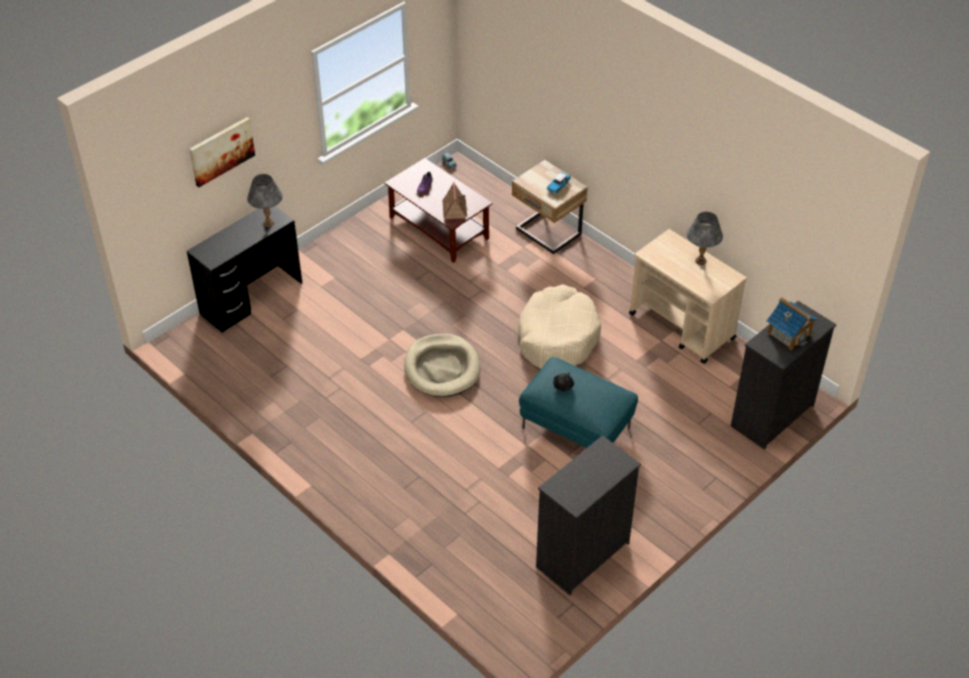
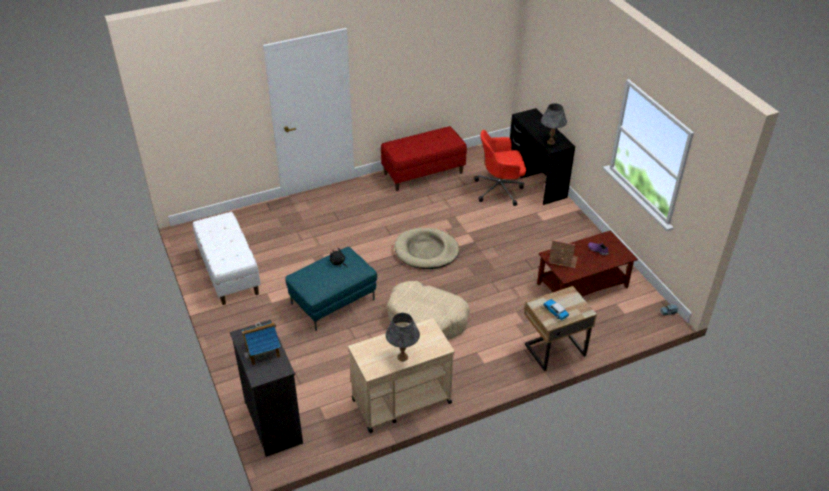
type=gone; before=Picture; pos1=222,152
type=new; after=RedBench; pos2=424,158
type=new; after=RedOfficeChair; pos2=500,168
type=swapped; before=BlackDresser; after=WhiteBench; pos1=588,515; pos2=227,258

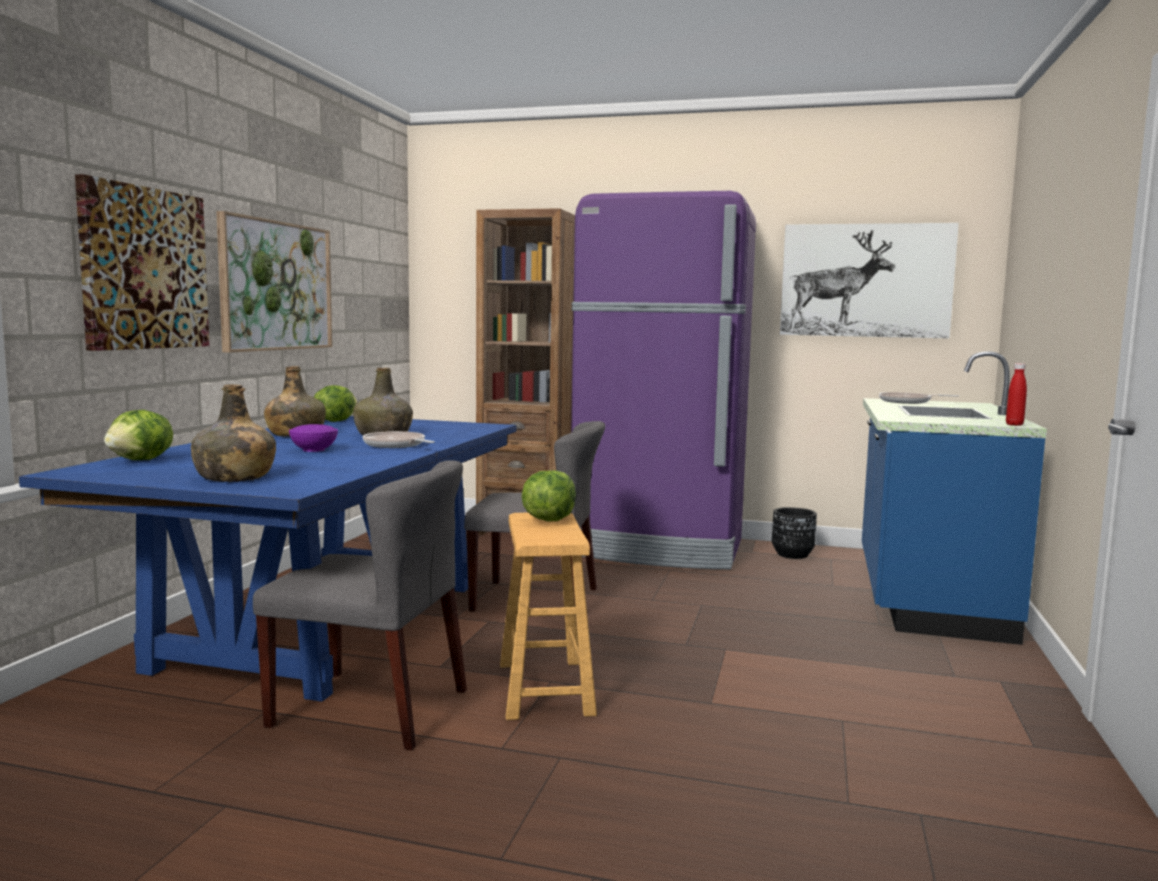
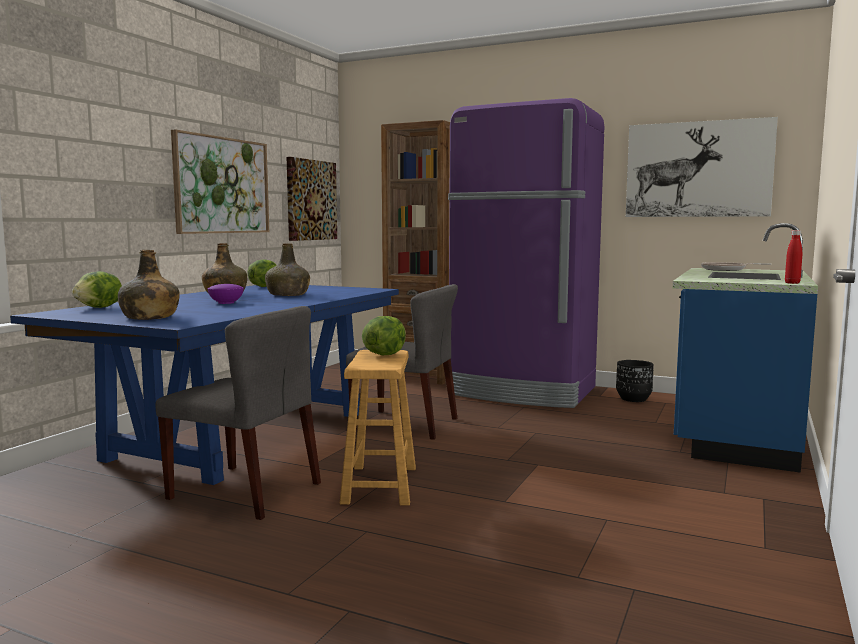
type=gone; before=FryingPan; pos1=399,439
type=shifted; before=Picture; pos1=142,262; pos2=312,199

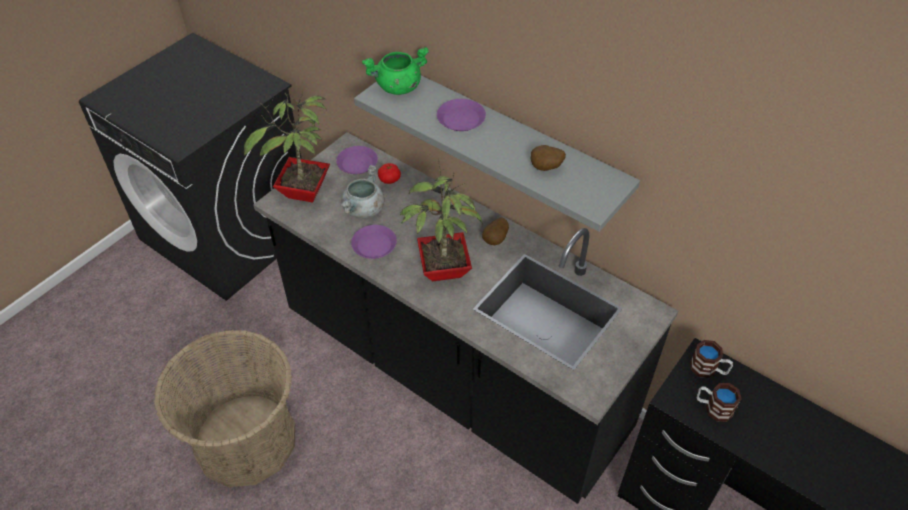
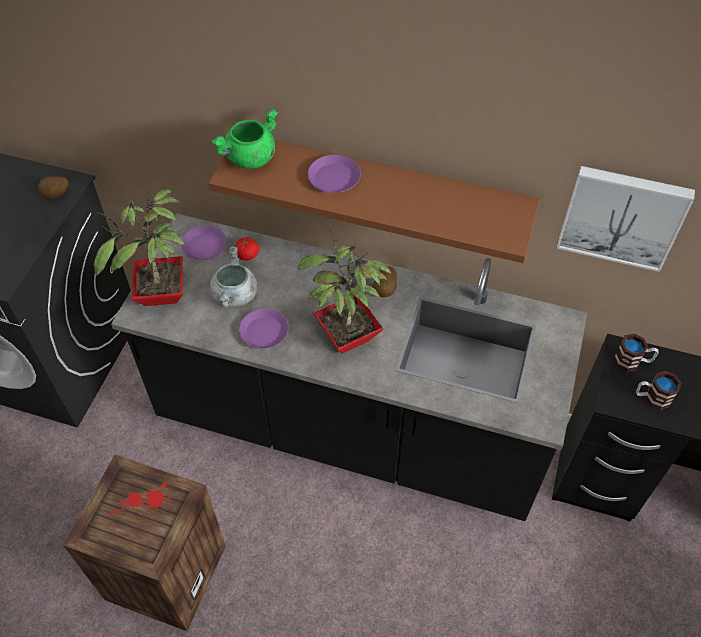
type=new; after=Picture; pos2=626,219
type=shifted; before=Potato; pos1=548,158; pos2=53,187
type=swapped; before=Basket; after=Crate; pos1=224,408; pos2=144,543
type=repainted; before=GreyShelf; after=BrownShelf; pos1=497,153; pos2=374,201

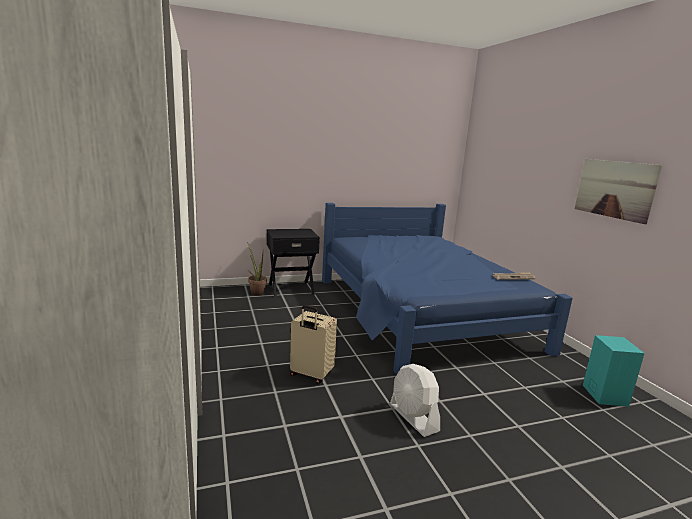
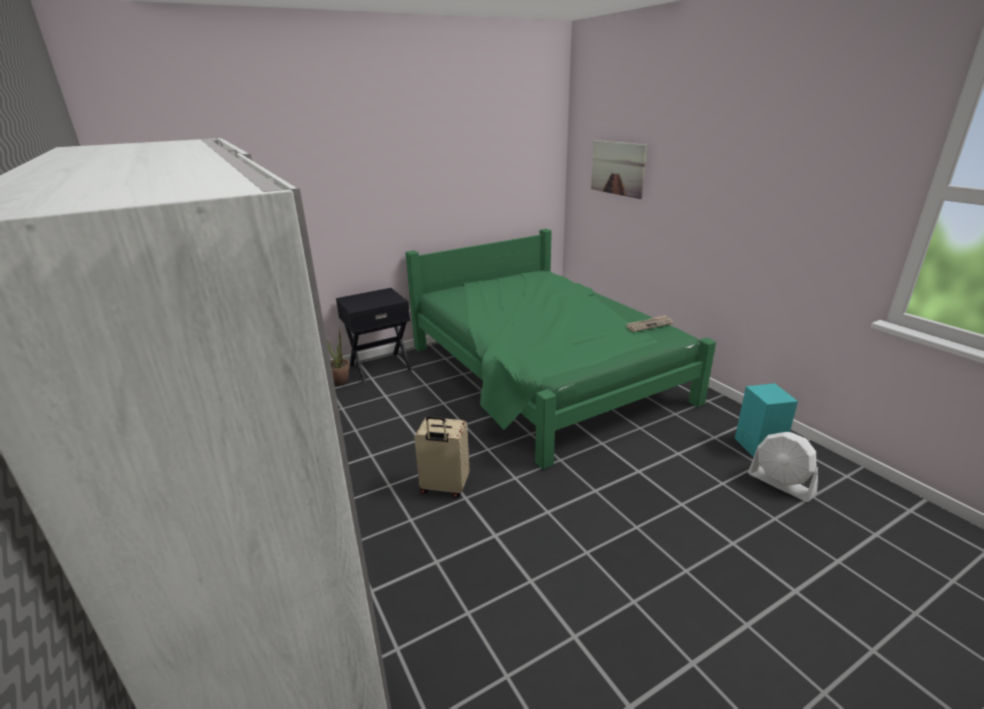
type=shifted; before=WhiteFan; pos1=415,400; pos2=783,467
type=shifted; before=Picture; pos1=618,191; pos2=619,169
type=repainted; before=BlueBed; after=GreenBed; pos1=447,289; pos2=560,349

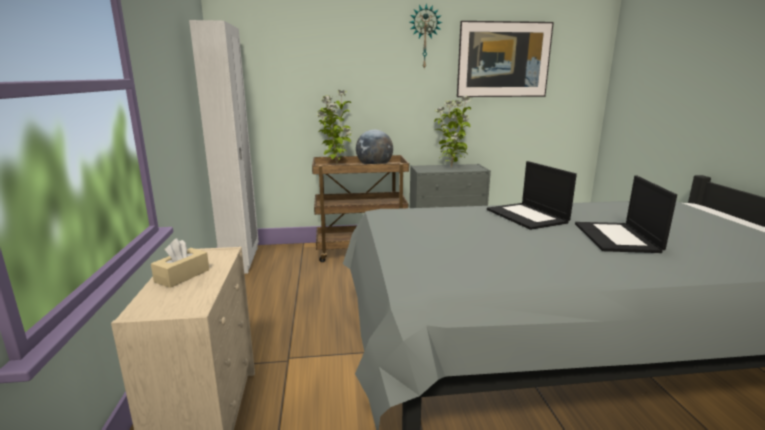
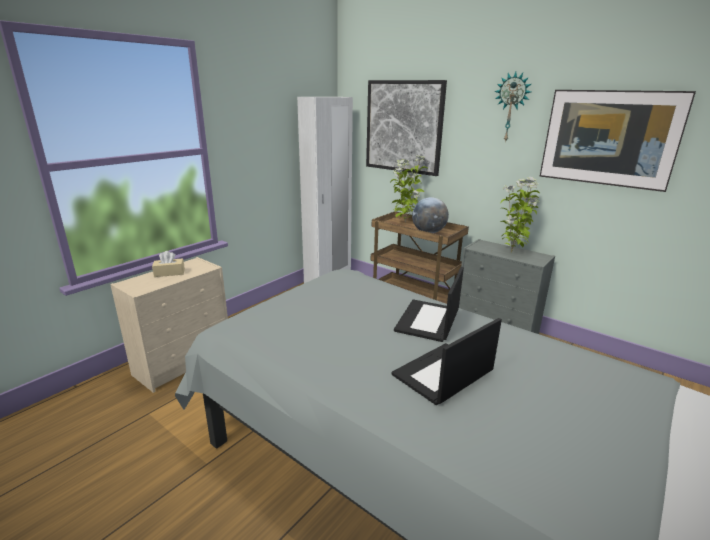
type=new; after=Picture; pos2=406,128

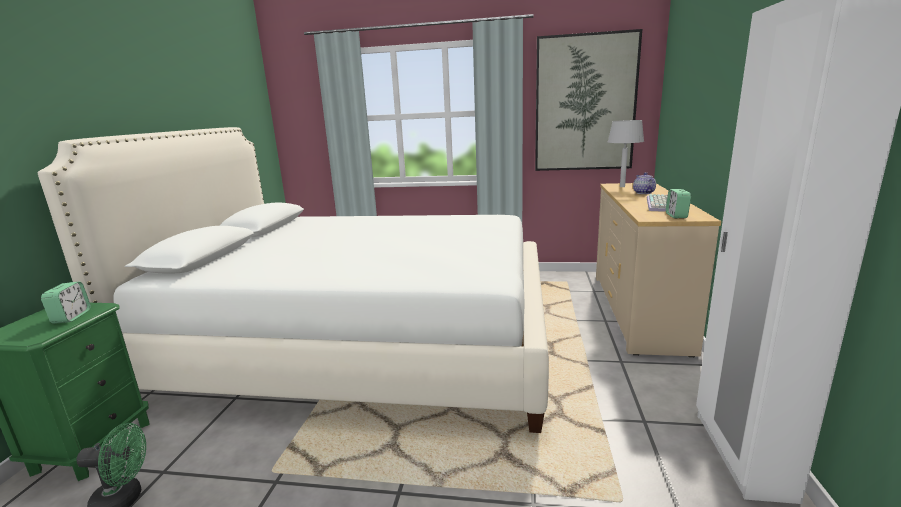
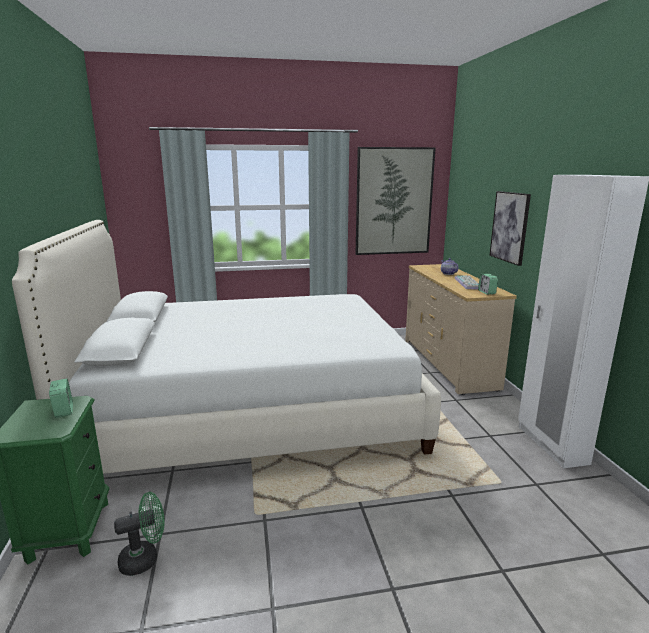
type=gone; before=GreyTableLamp; pos1=626,153
type=new; after=Picture; pos2=510,228

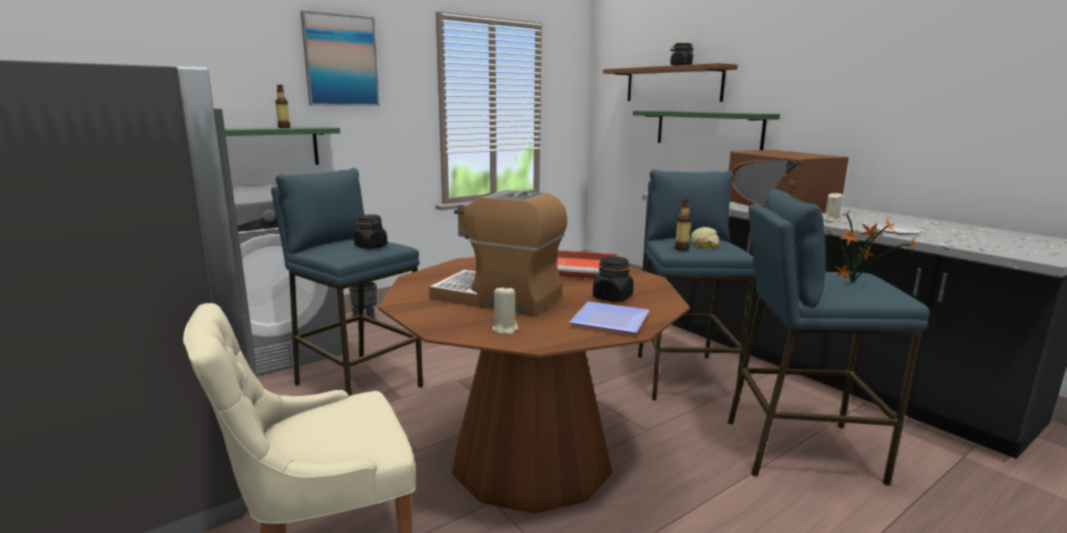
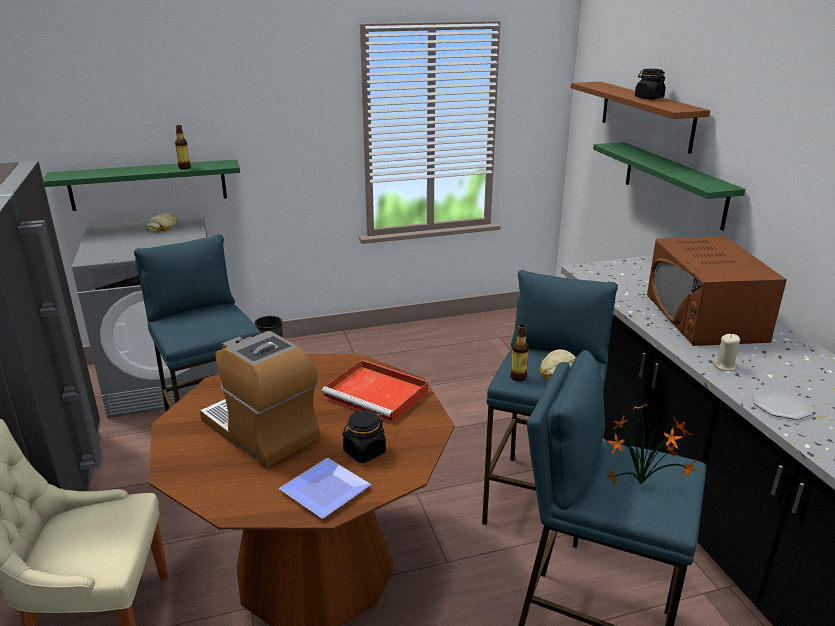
type=gone; before=Picture; pos1=340,58
type=gone; before=BlackJar; pos1=371,231
type=gone; before=BeigeCandle; pos1=505,310
type=new; after=Bread; pos2=161,222

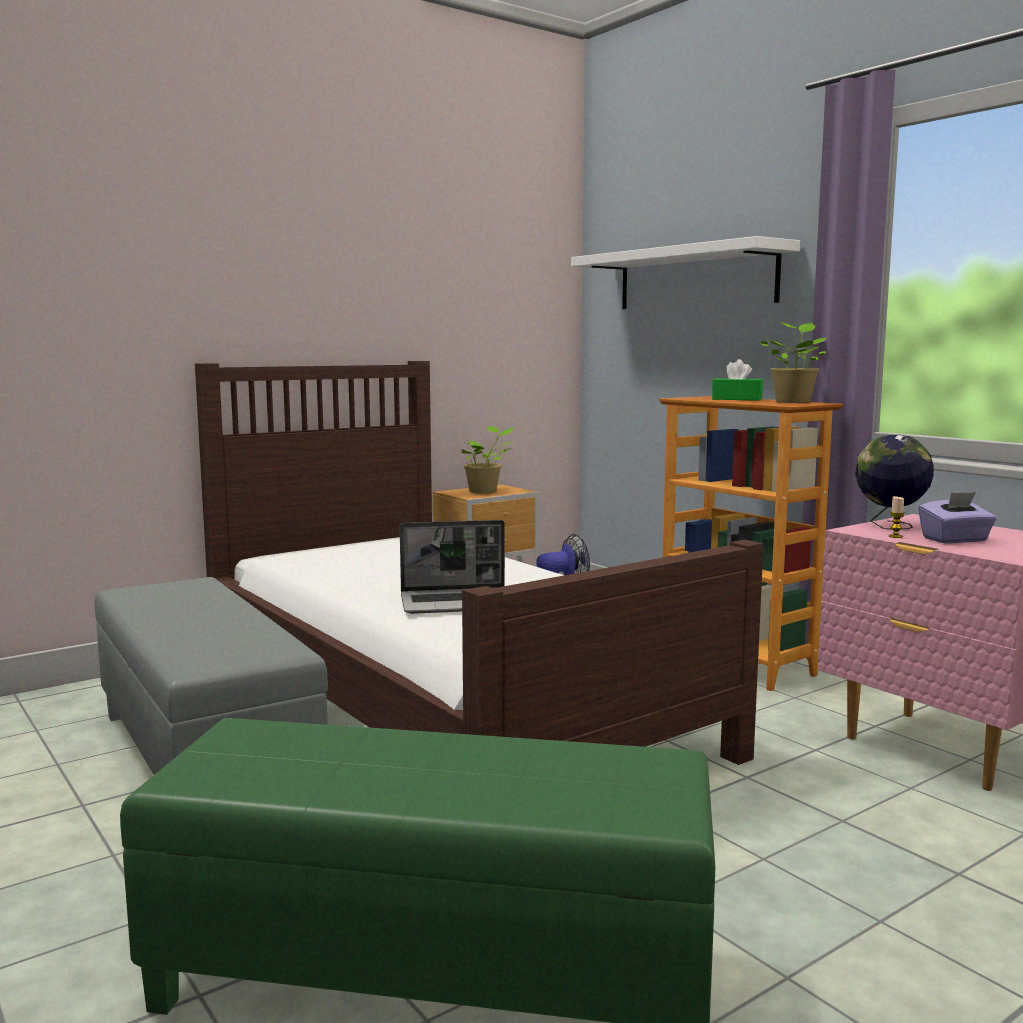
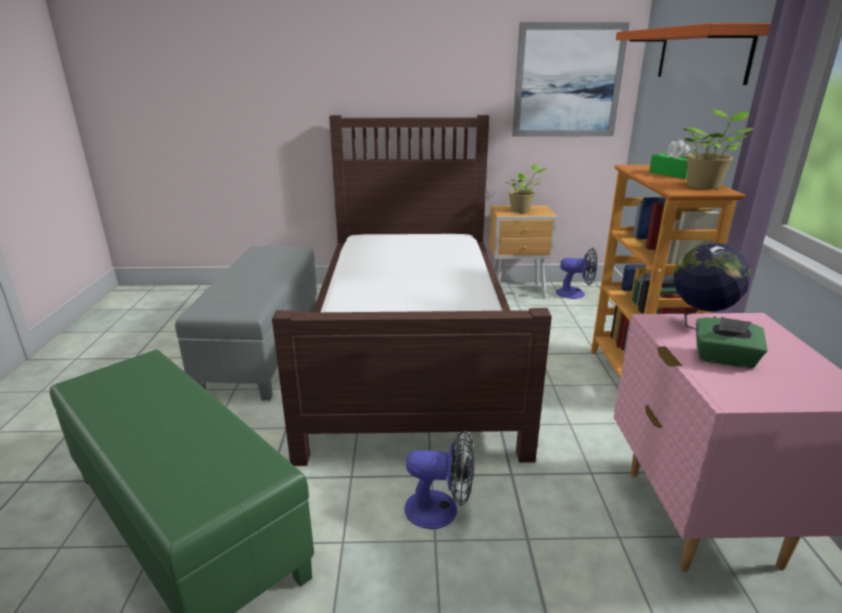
type=gone; before=Laptop; pos1=452,567
type=gone; before=Candle; pos1=896,517
type=new; after=Fan; pos2=439,479
type=new; after=Picture; pos2=571,79
type=repainted; before=WhiteShelf; after=OrangeShelf; pos1=685,272; pos2=693,54
type=repainted; before=PurpleTissueBox; after=GreenTissueBox; pos1=957,518; pos2=731,342

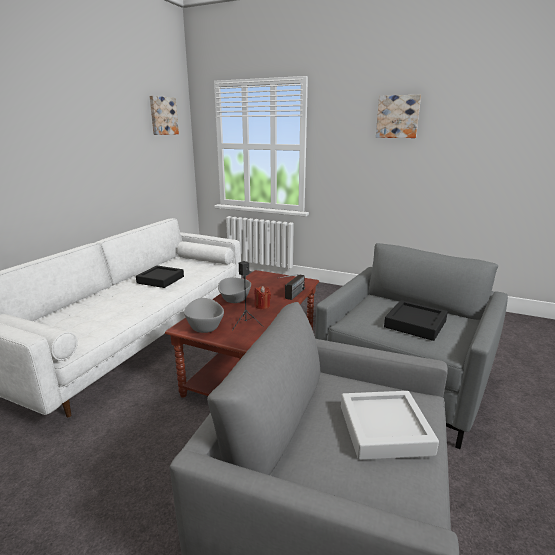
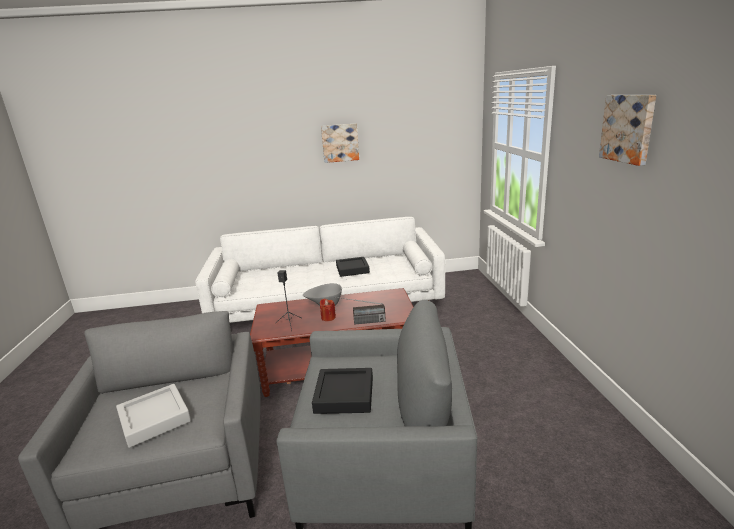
type=gone; before=GreyBowl; pos1=204,315
type=shifted; before=Picture; pos1=164,115; pos2=340,143

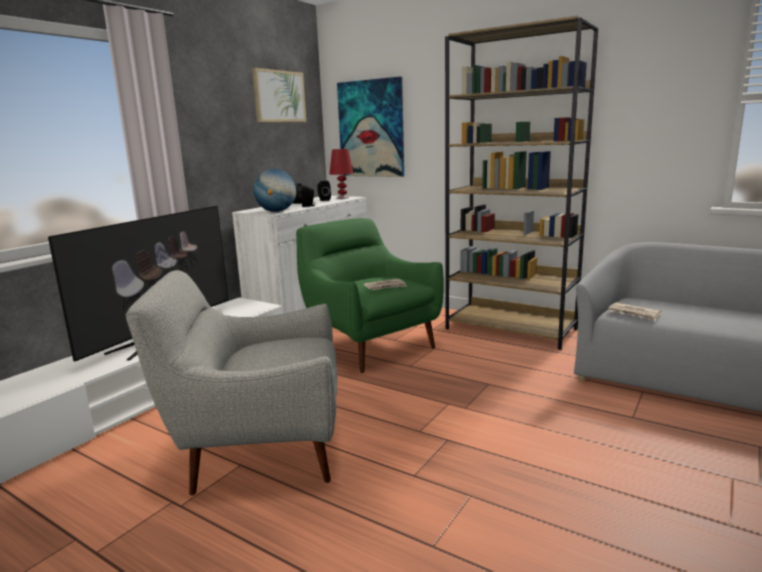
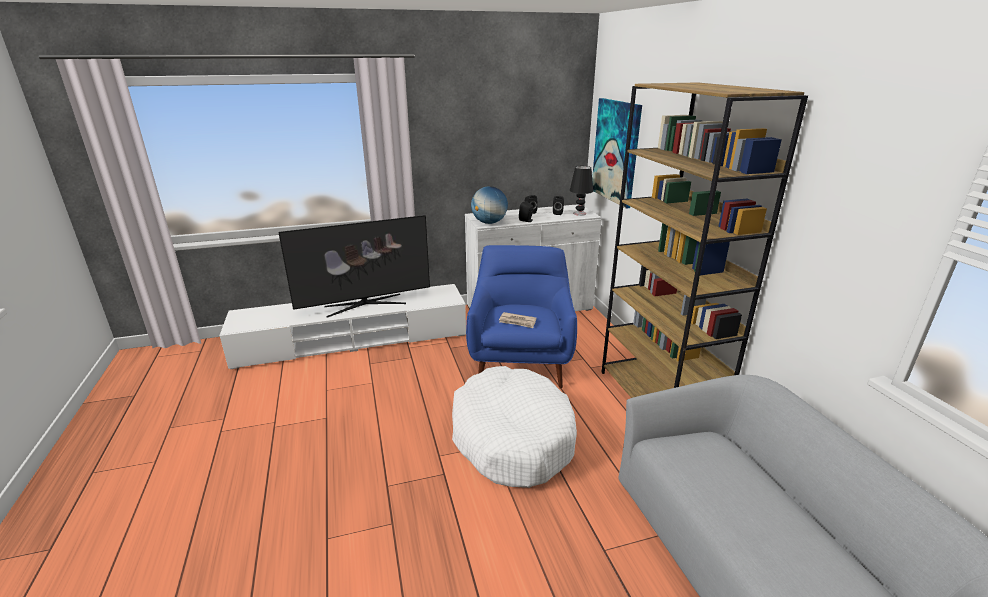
type=gone; before=GreyArmchair; pos1=231,383
type=gone; before=Picture; pos1=279,95
type=gone; before=Newspaper; pos1=634,311
type=new; after=WhiteDogBed; pos2=514,427
type=repainted; before=GreenArmchair; after=BlueArmchair; pos1=370,295; pos2=521,316
type=repainted; before=RedTableLamp; after=BlackTableLamp; pos1=341,174; pos2=581,191

